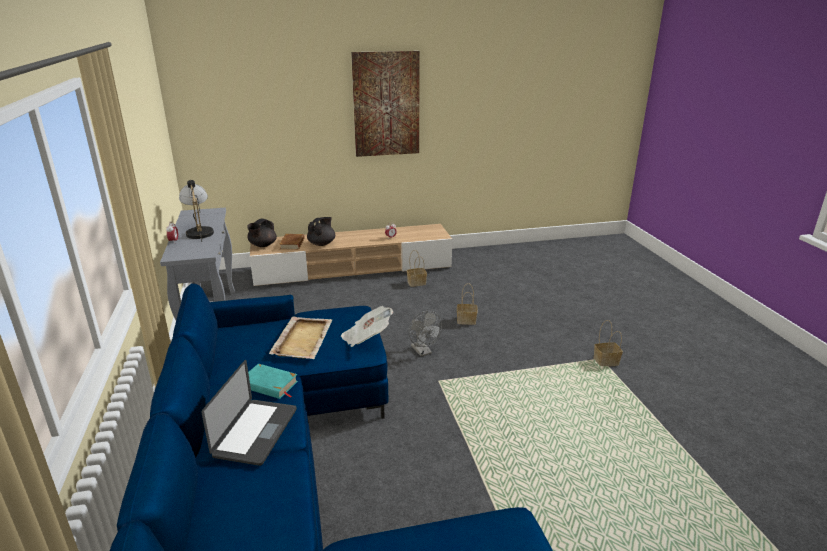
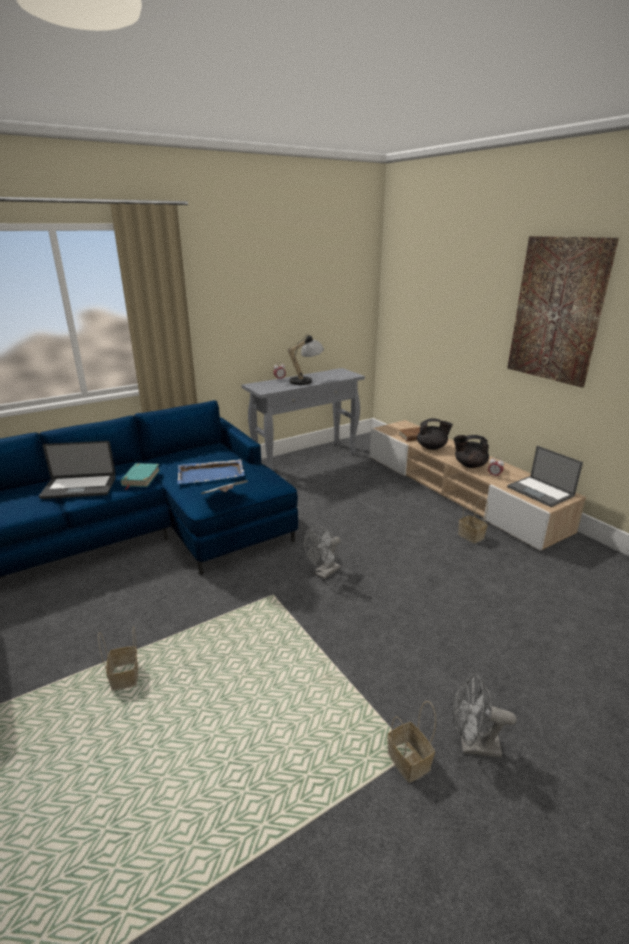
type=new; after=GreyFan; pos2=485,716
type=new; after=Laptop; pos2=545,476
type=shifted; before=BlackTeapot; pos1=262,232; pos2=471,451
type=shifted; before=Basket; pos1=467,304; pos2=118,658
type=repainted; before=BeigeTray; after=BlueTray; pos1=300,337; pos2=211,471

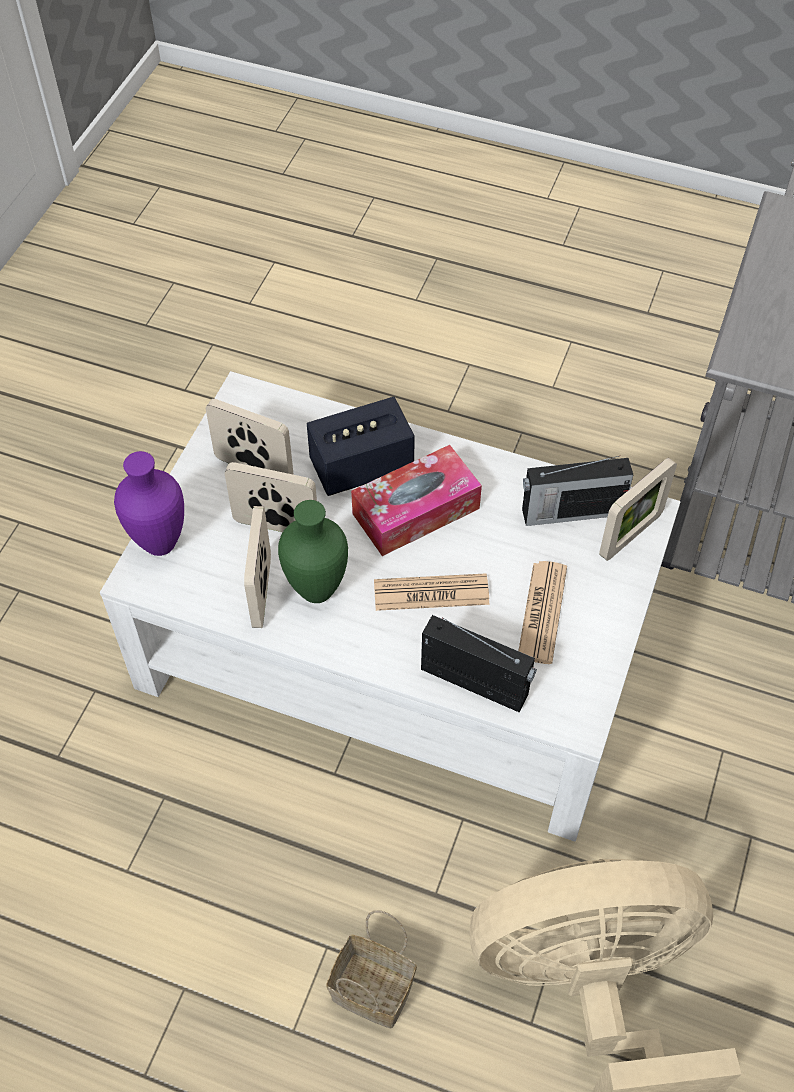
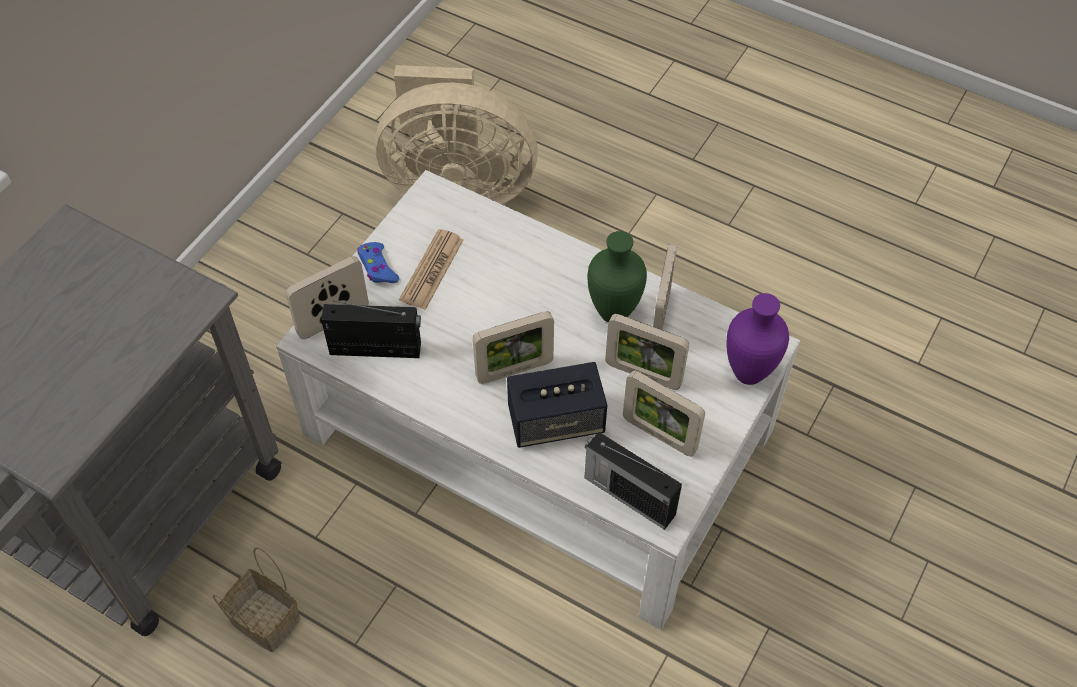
type=gone; before=Newspaper; pos1=432,592
type=new; after=BlueGameController; pos2=378,262
type=shifted; before=Basket; pos1=371,969; pos2=256,599
type=shifted; before=Radio; pos1=479,663; pos2=633,480
type=swapped; before=TissueBox; after=PictureFrame; pos1=416,500; pos2=513,347

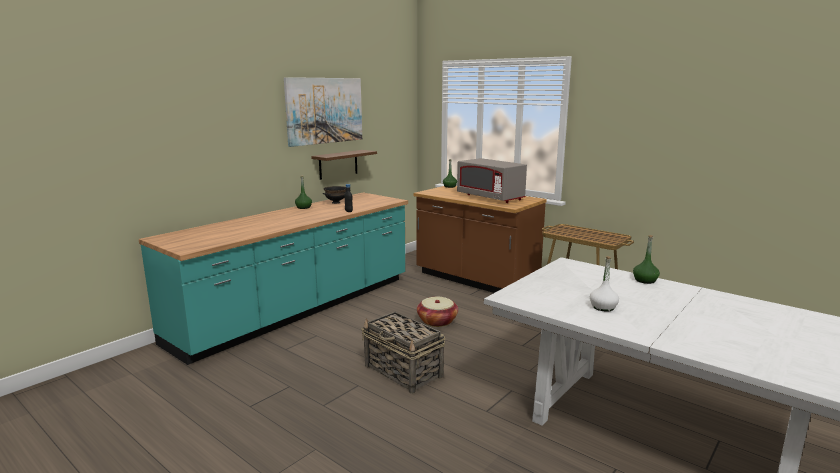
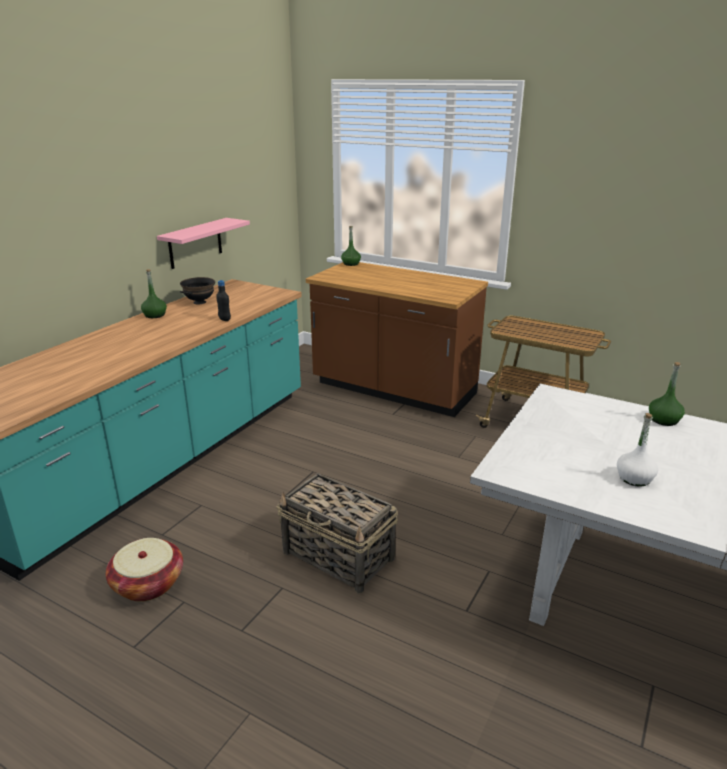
type=gone; before=Picture; pos1=323,112
type=gone; before=GreyMicrowave; pos1=492,180
type=shifted; before=Basket; pos1=437,312; pos2=144,570
type=repainted; before=BrownShelf; after=PinkShelf; pos1=344,165; pos2=203,243

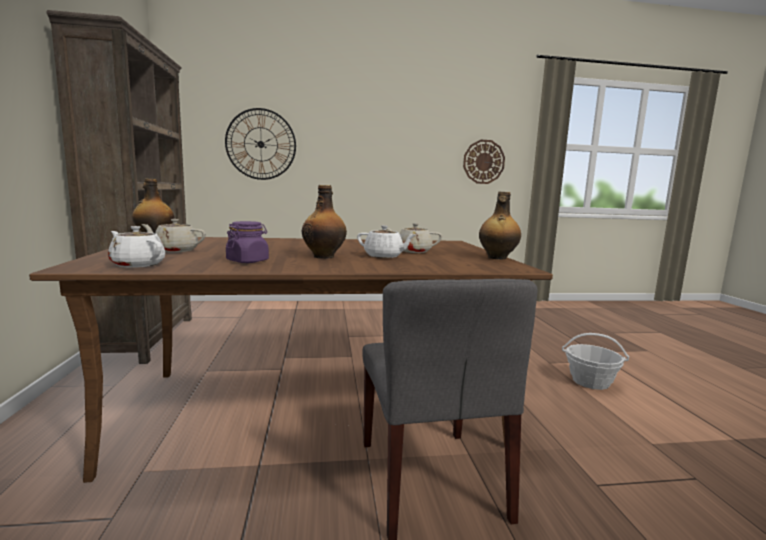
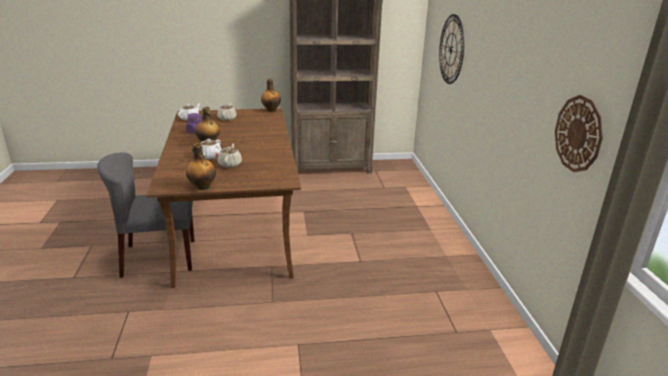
type=gone; before=Basket; pos1=595,361

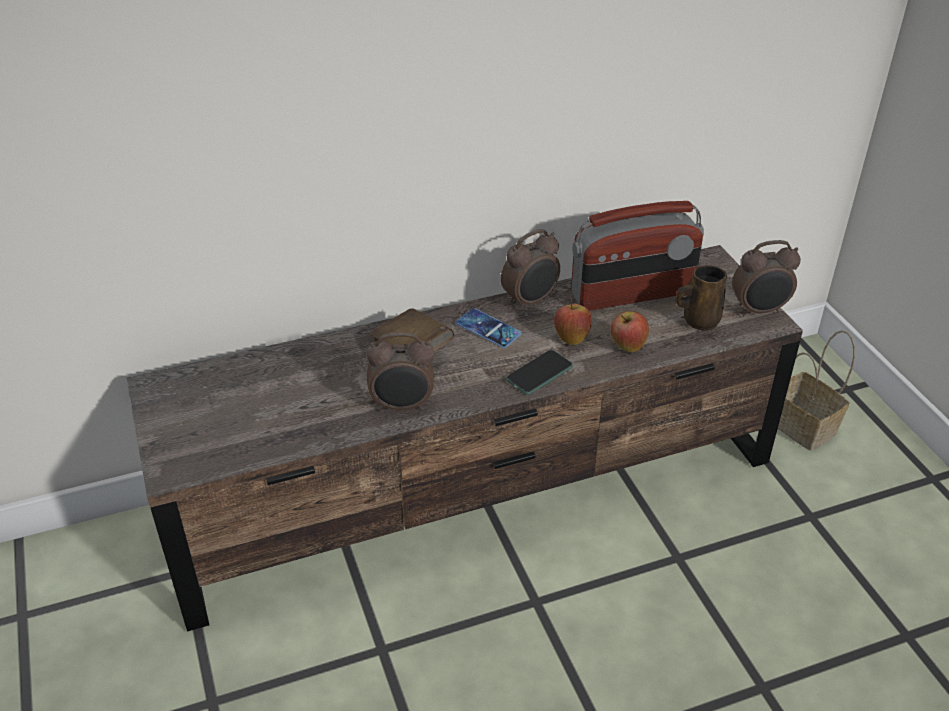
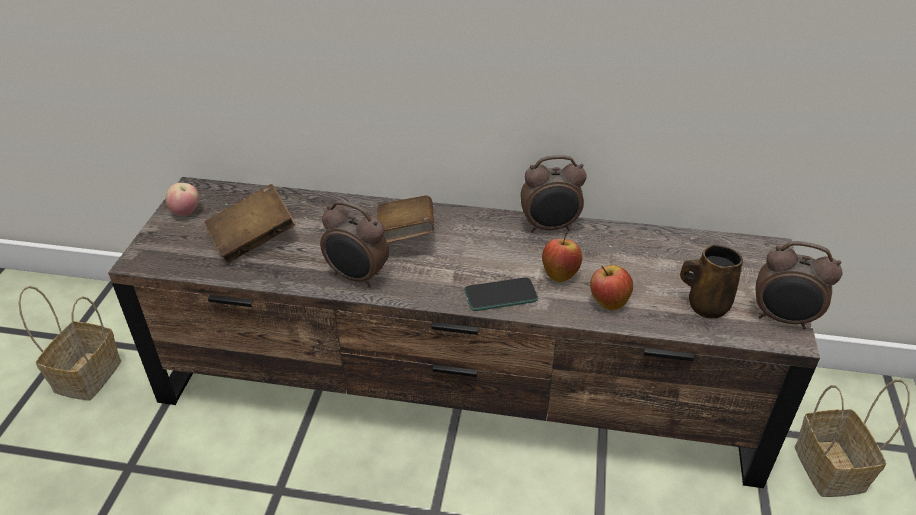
type=gone; before=Phone; pos1=488,328
type=gone; before=Radio; pos1=637,256
type=new; after=Basket; pos2=69,343
type=new; after=Apple; pos2=182,199
type=new; after=BrownBook; pos2=249,223

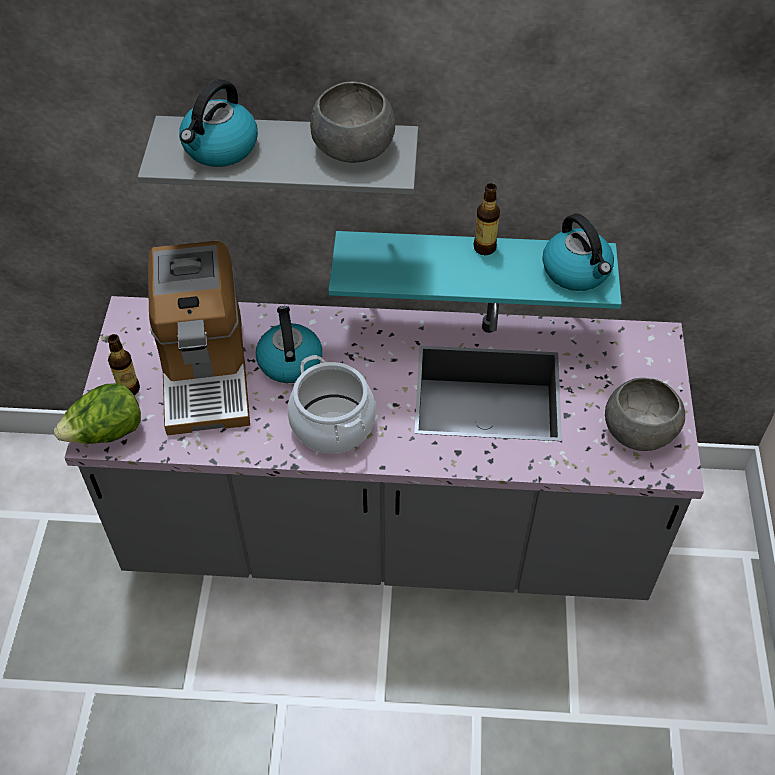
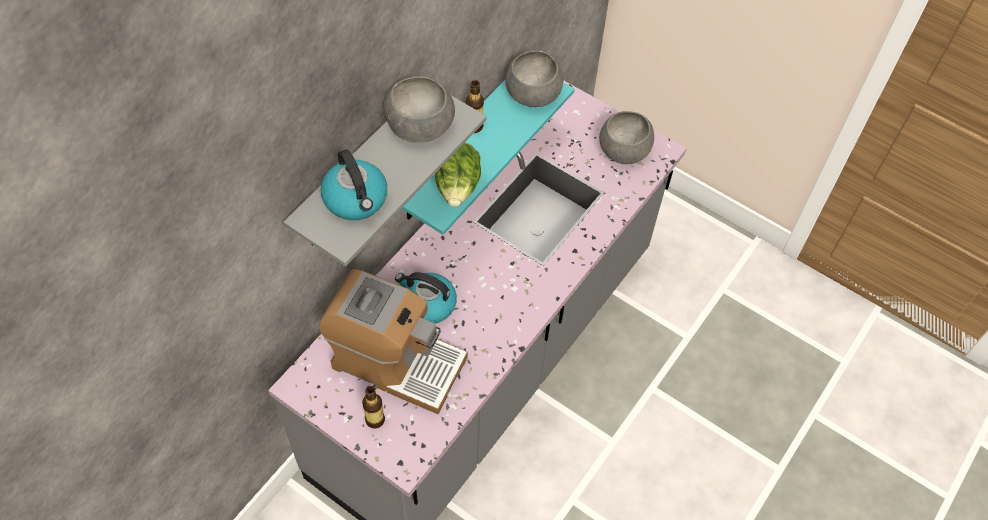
type=gone; before=CookingPot; pos1=331,404
type=shifted; before=Lettuce; pos1=97,413; pos2=458,175
type=swapped; before=Kettle; after=GreyBowl; pos1=578,252; pos2=534,78

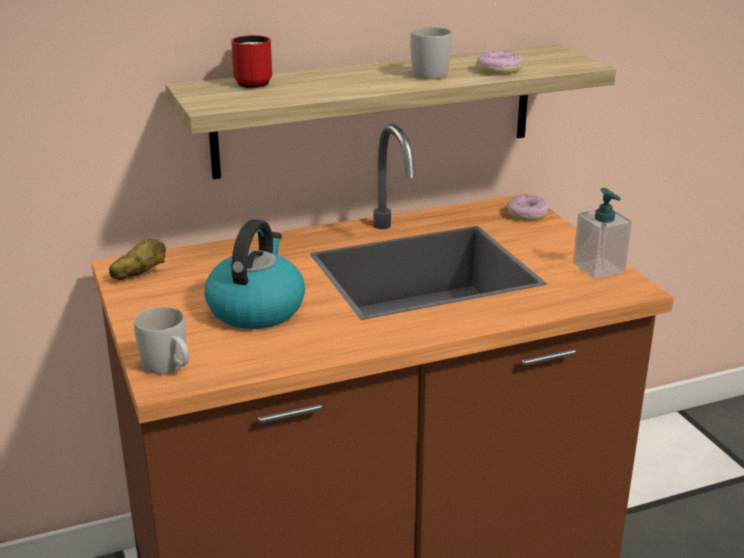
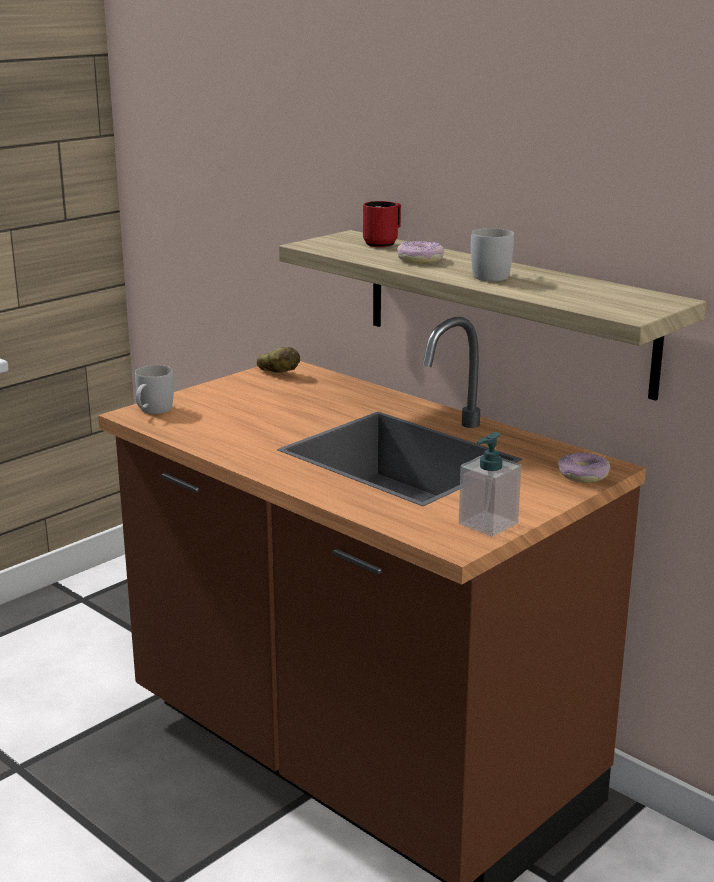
type=gone; before=Kettle; pos1=255,274
type=shifted; before=Donut; pos1=499,62; pos2=420,252

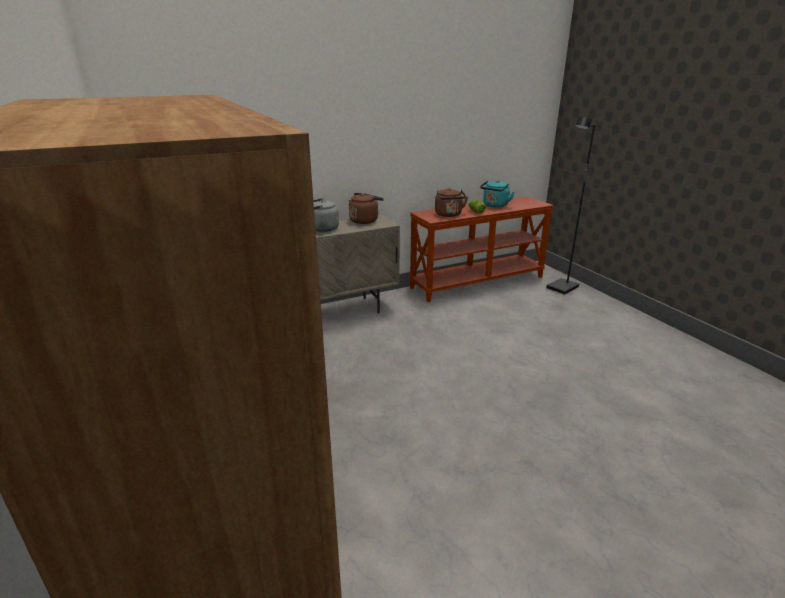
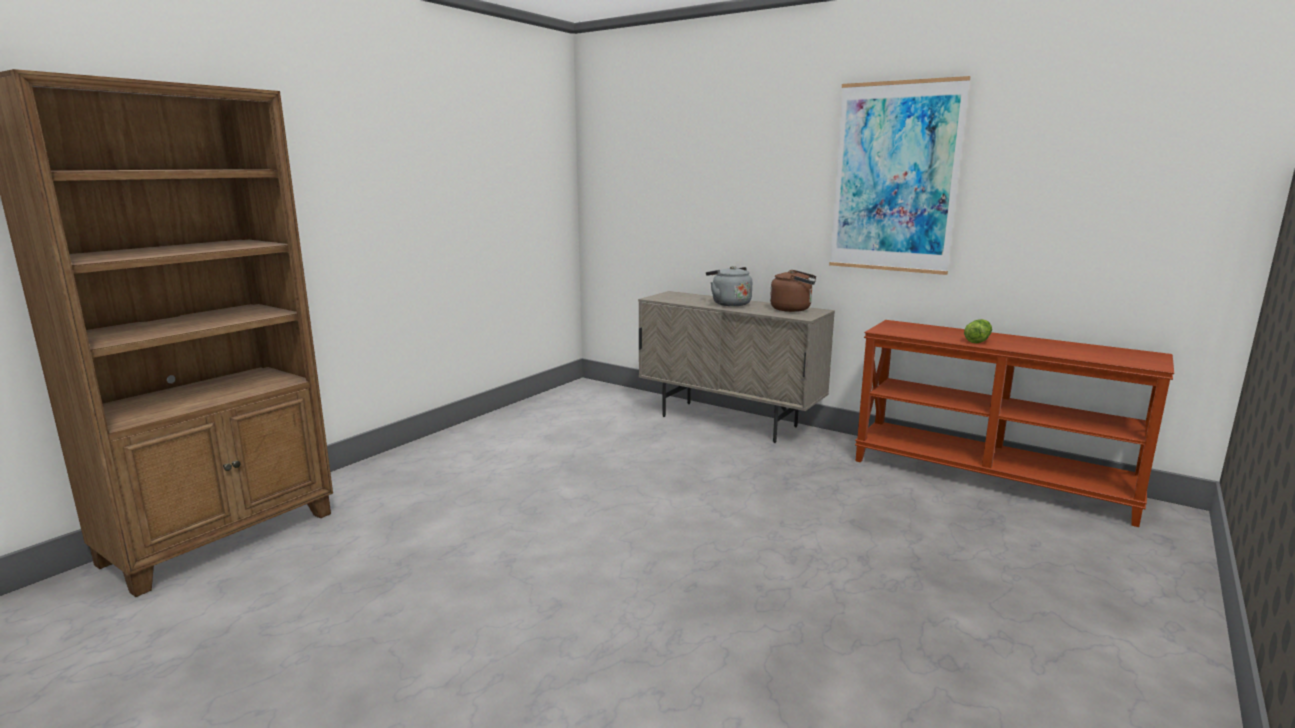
type=gone; before=BrownKettle; pos1=451,202
type=gone; before=TurquoiseKettle; pos1=497,194
type=gone; before=BlackFloorLamp; pos1=570,206
type=new; after=Picture; pos2=899,175

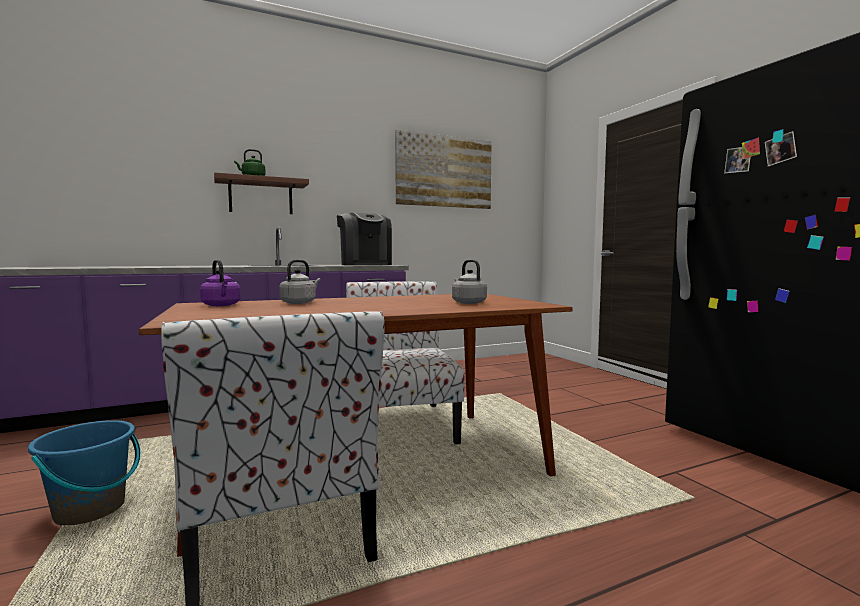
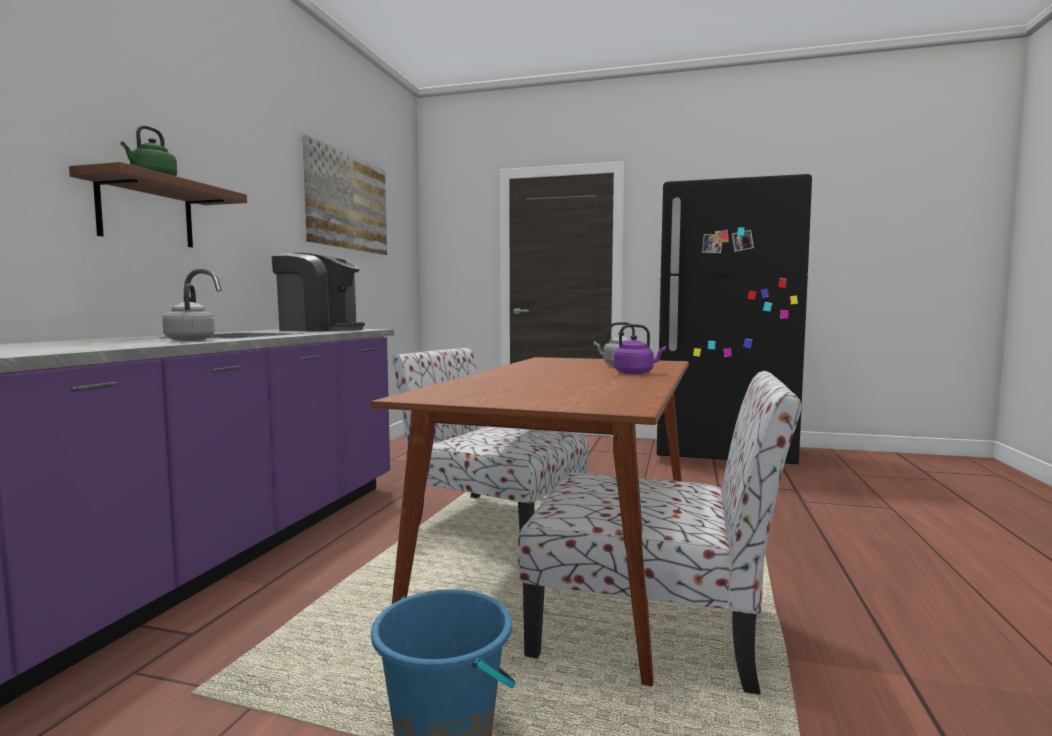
type=shifted; before=PurpleKettle; pos1=220,283; pos2=640,349
type=shifted; before=GreyKettle; pos1=300,282; pos2=189,312

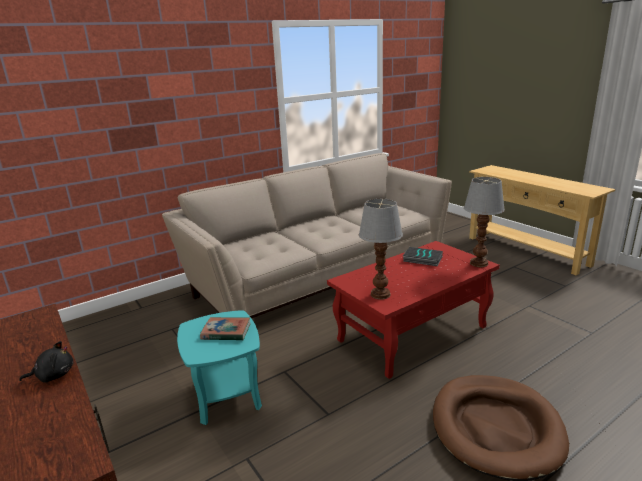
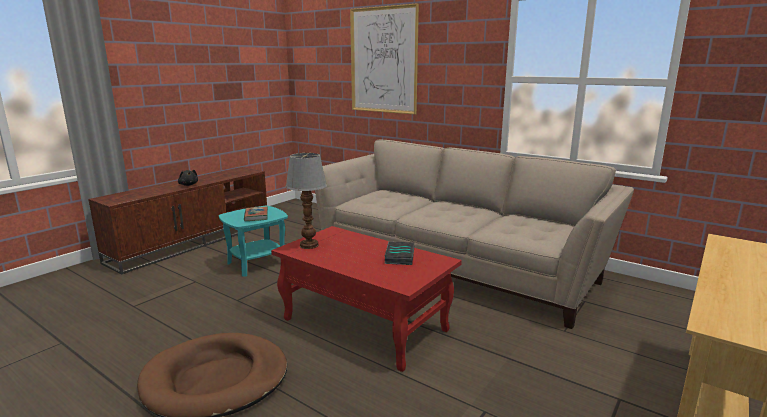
type=gone; before=TableLamp; pos1=484,222
type=new; after=Picture; pos2=384,59

